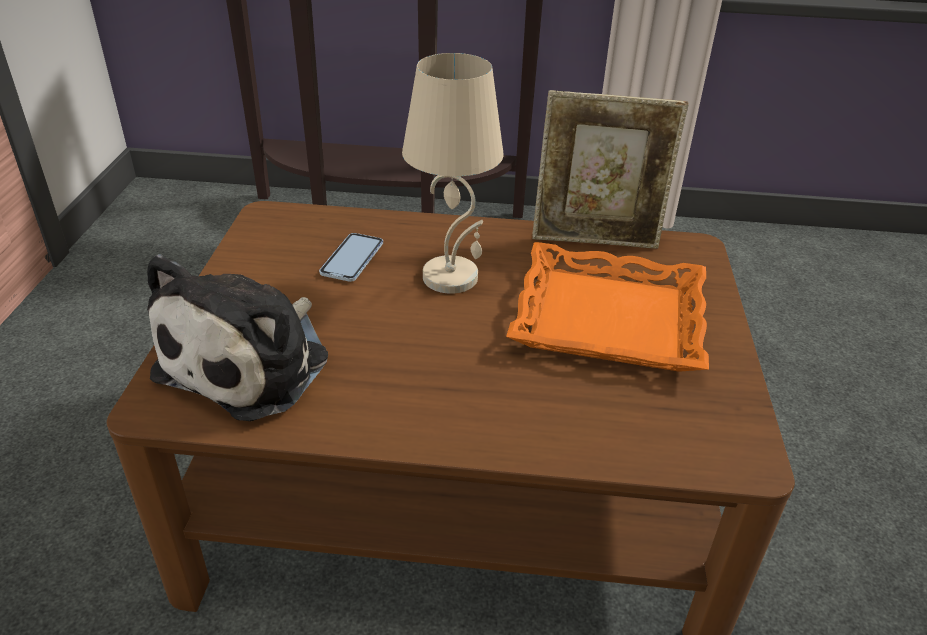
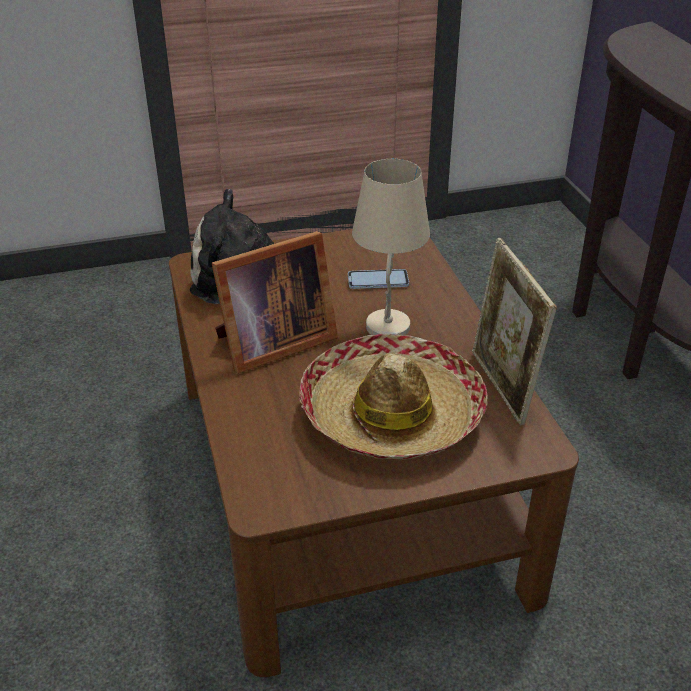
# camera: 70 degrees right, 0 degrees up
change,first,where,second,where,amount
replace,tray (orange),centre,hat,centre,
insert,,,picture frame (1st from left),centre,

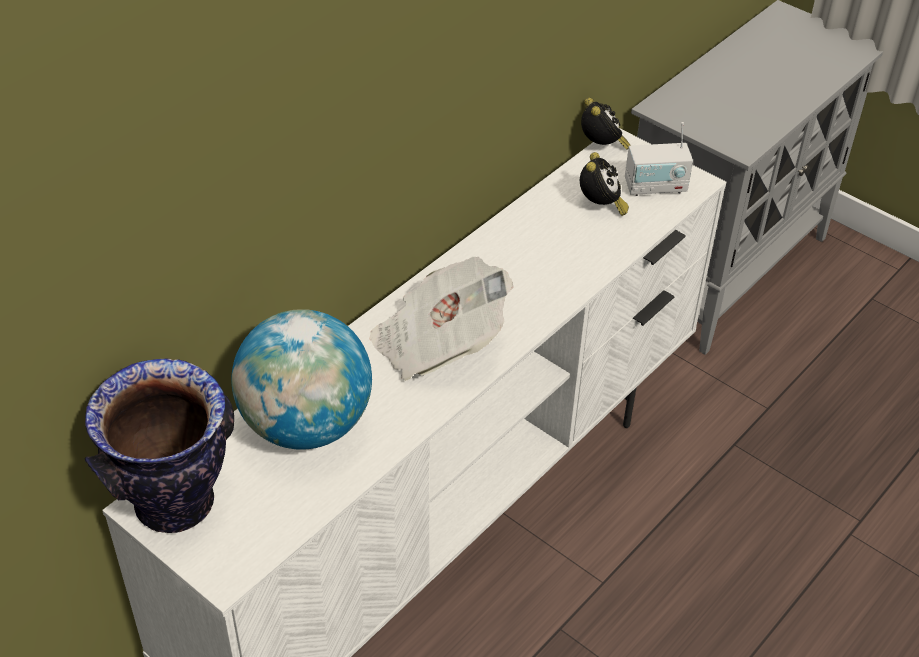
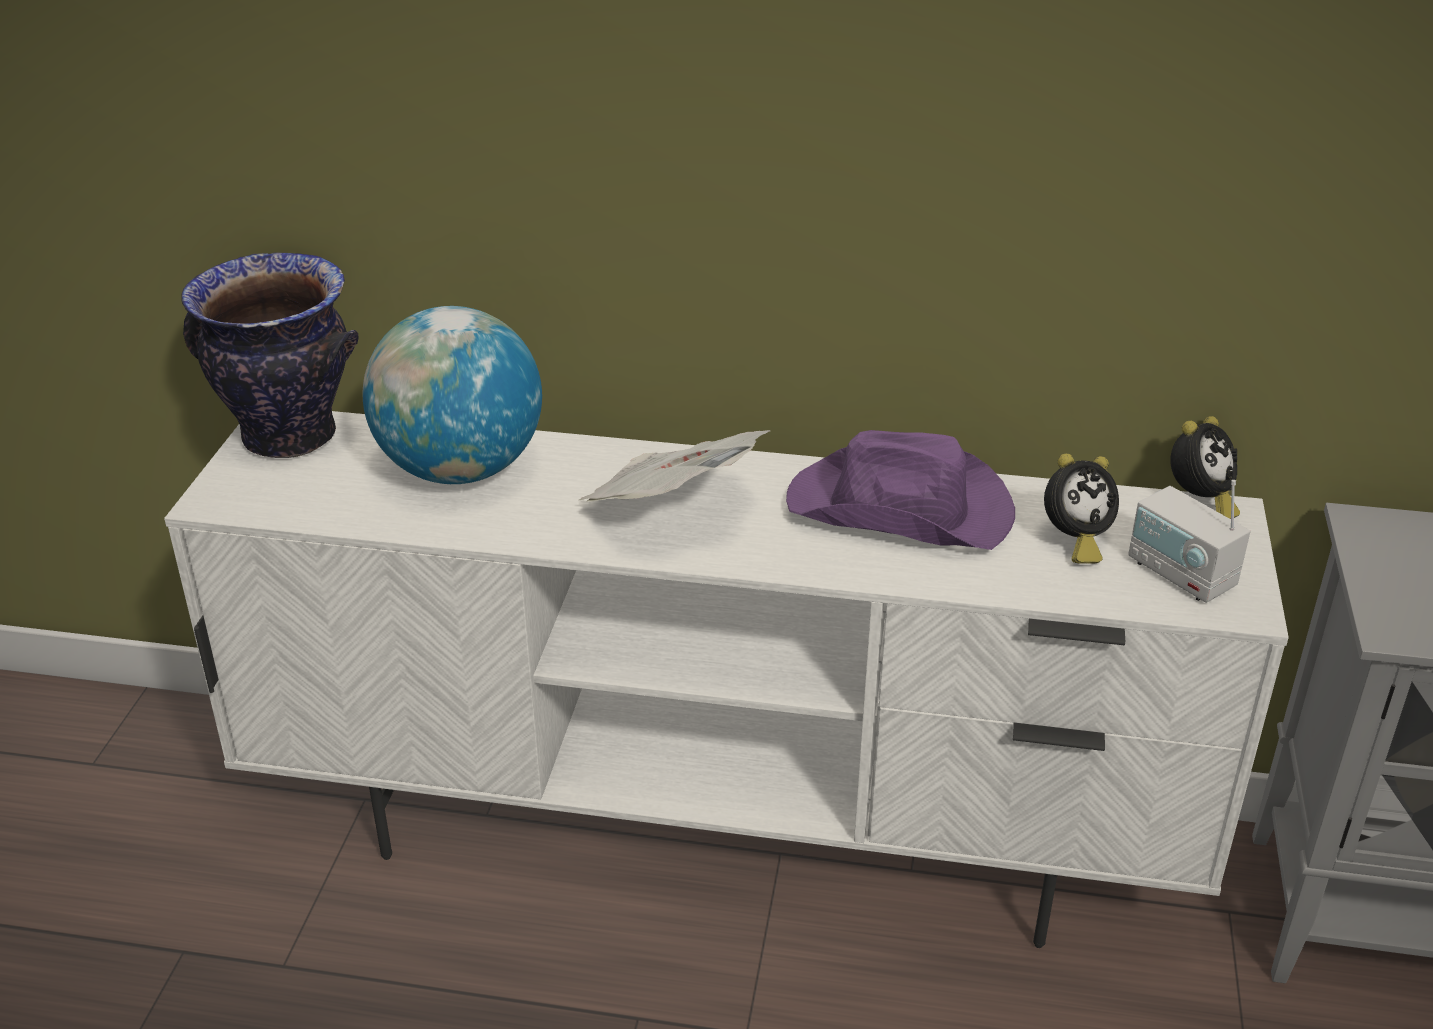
# camera: 60 degrees right, 10 degrees down
change,first,where,second,where,amount
insert,,,hat (purple),centre,

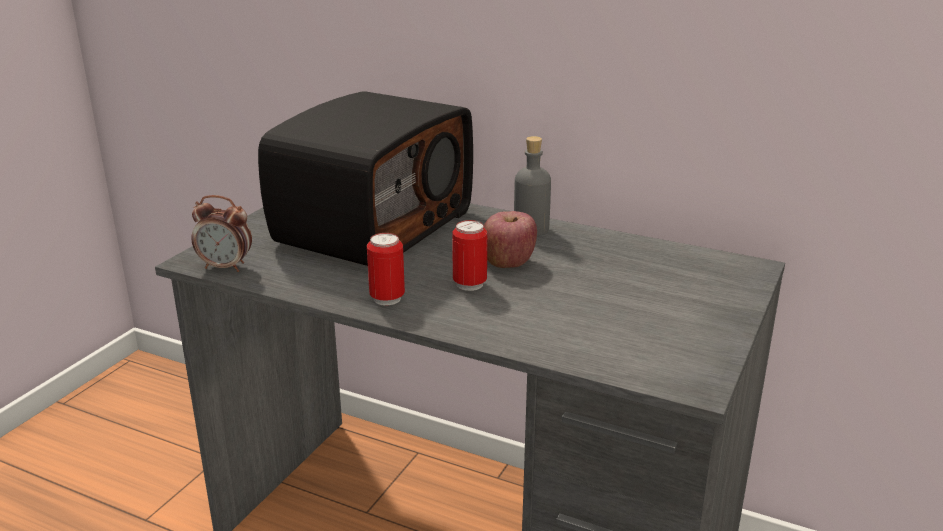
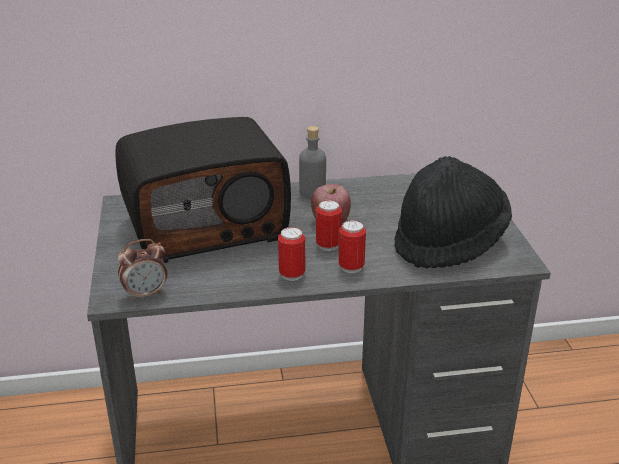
# camera: 35 degrees left, 5 degrees up
change,first,where,second,where,amount
rotate,radio,centre,,middle left,75 degrees clockwise
insert,,,can (3rd from left),centre,
insert,,,hat (black),middle right,

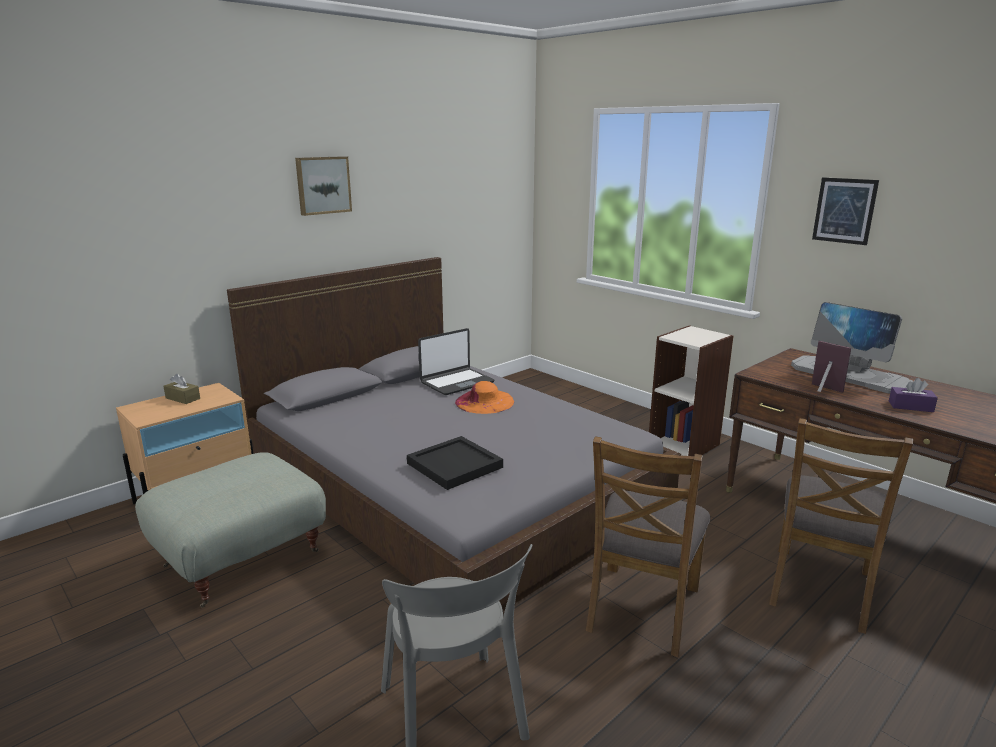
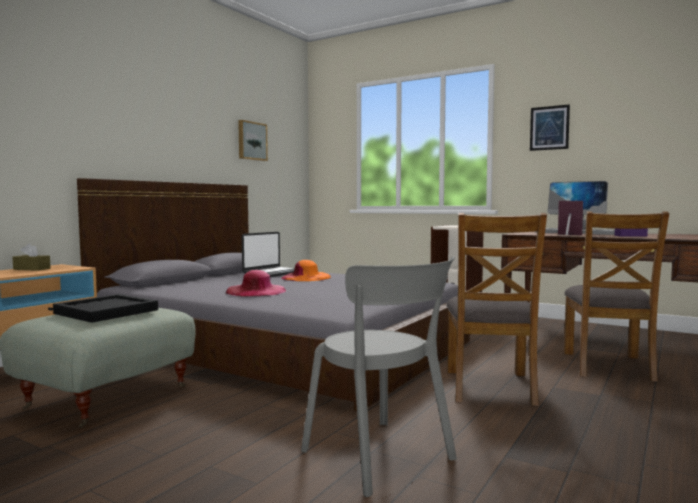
# camera: 15 degrees left, 15 degrees down
change,first,where,second,where,amount
move,picture (1st from left),top left,,top centre,
move,tray (black),centre,,middle left,
insert,,,hat (pink),centre,

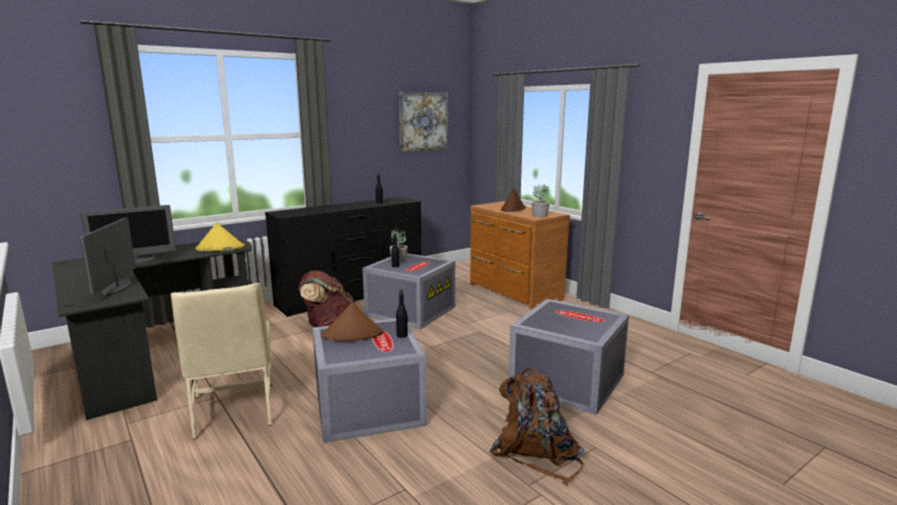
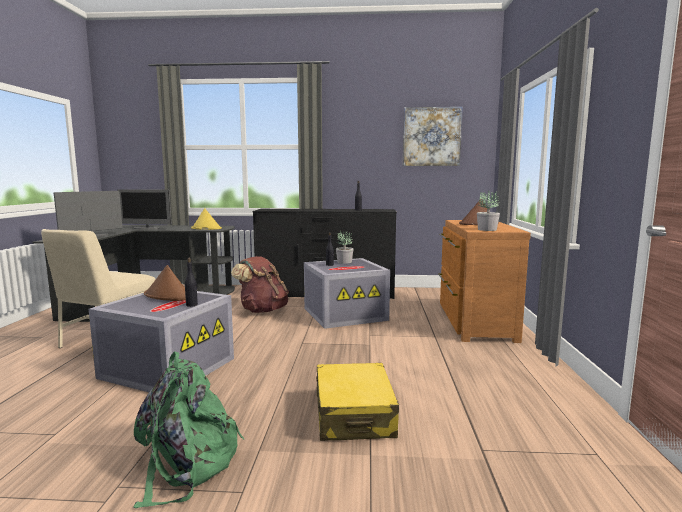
# camera: 40 degrees right, 5 degrees down
change,first,where,second,where,amount
recolor,backpack (brown) (2nd from left),bottom centre,backpack (green),bottom left,
replace,storage box (grey) (3rd from left),bottom centre,suitcase (yellow),bottom centre,

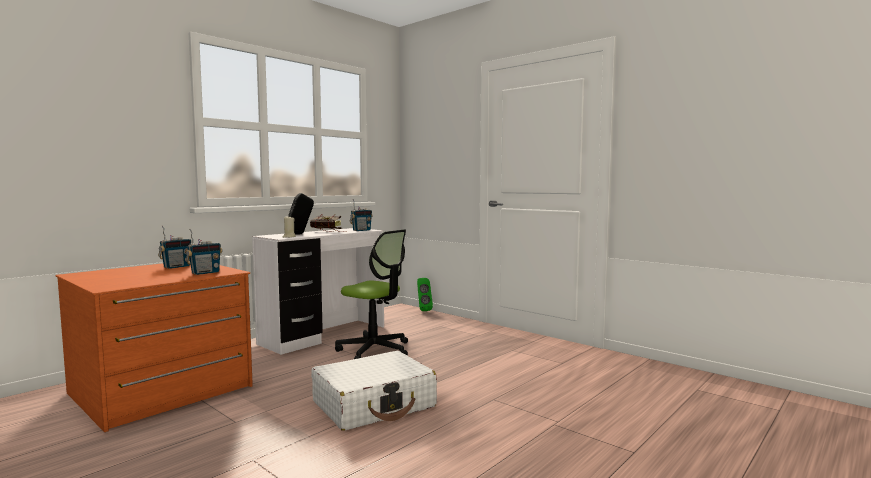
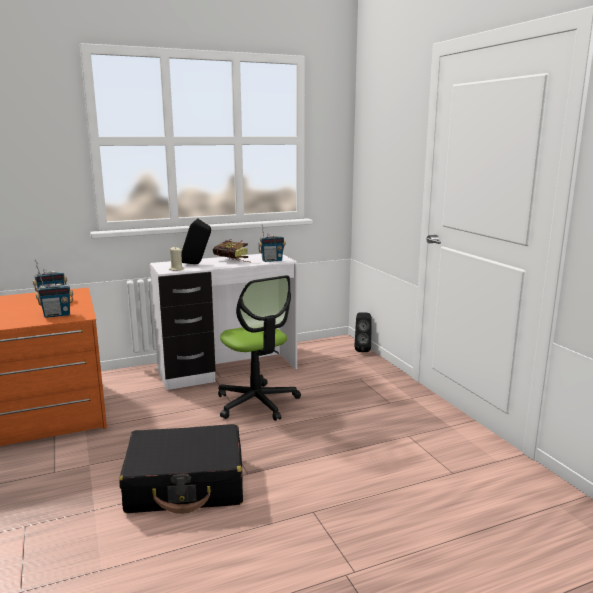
# camera: 25 degrees right, 10 degrees up
change,first,where,second,where,amount
recolor,suitcase (white),bottom centre,suitcase (black),bottom left,
recolor,speaker (green),centre,speaker (black) (2nd from left),centre,

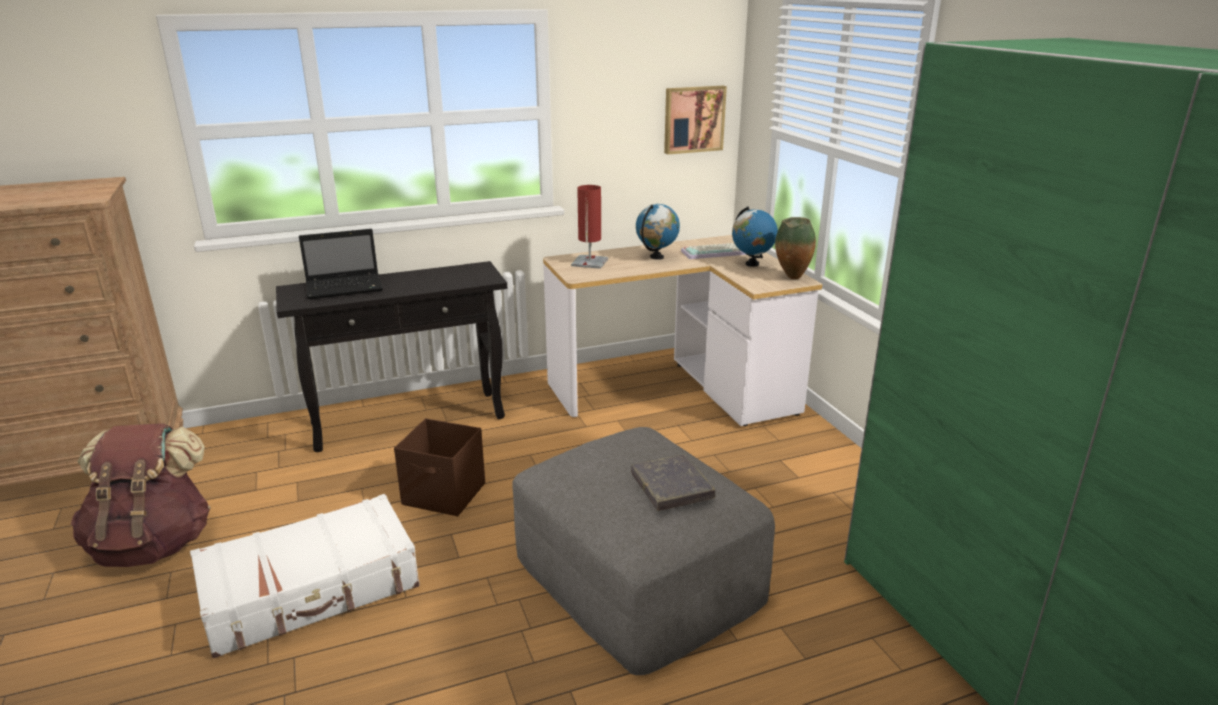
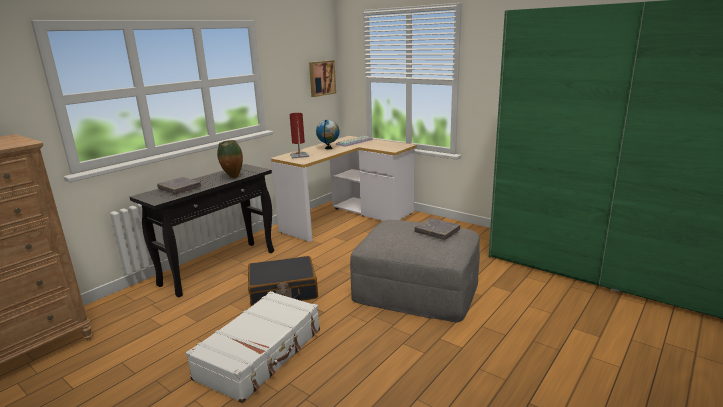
# camera: 30 degrees left, 5 degrees down
change,first,where,second,where,amount
delete,backpack (brown),bottom left,,,
replace,laptop,middle left,book (grey) (1st from left),middle left,
replace,storage box (brown),centre,suitcase (black),bottom centre,
delete,globe (2nd from left),centre,,,
move,vase,centre,,middle left,

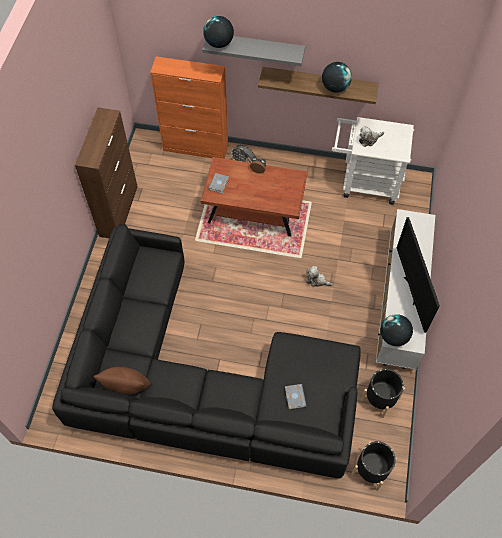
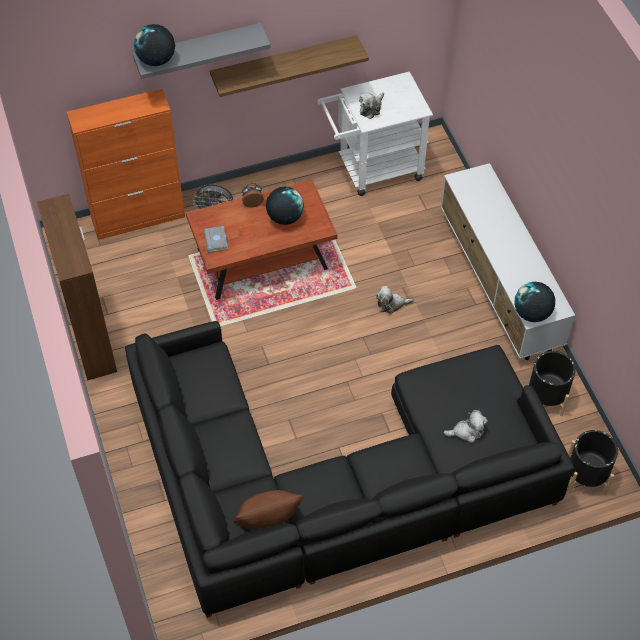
# camera: 30 degrees left, 5 degrees down
change,first,where,second,where,amount
replace,book (grey) (2nd from left),bottom centre,plush toy (3rd from left),middle right,
move,globe (2nd from left),top right,,top centre,
delete,television,middle right,,,

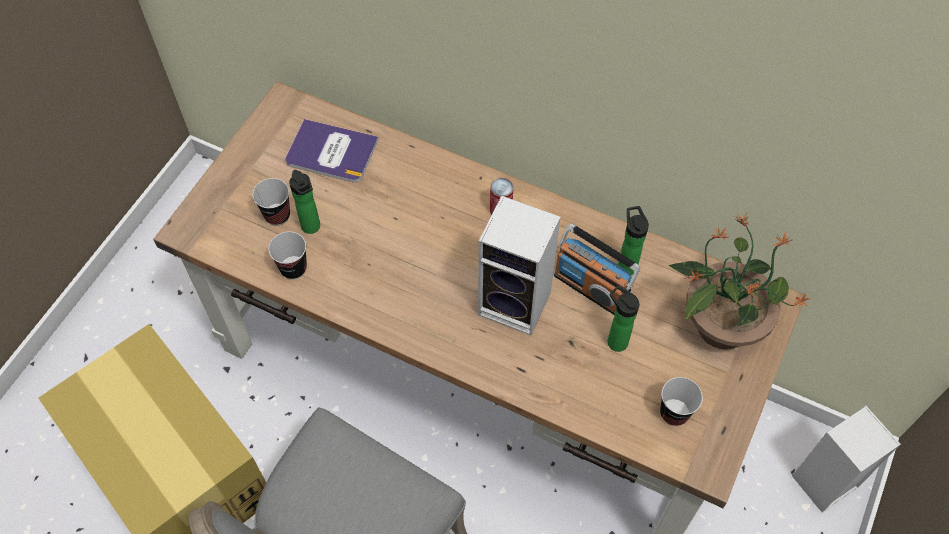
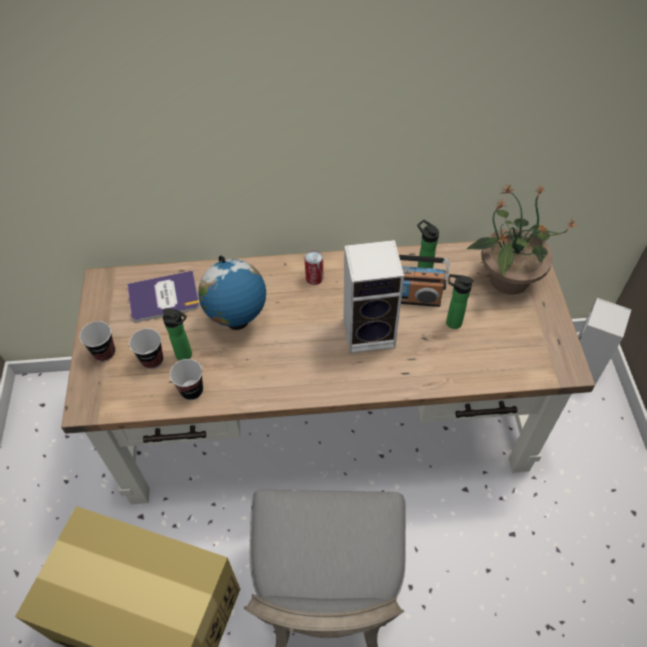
# camera: 30 degrees left, 5 degrees down
change,first,where,second,where,amount
move,cup (3rd from left in the first image),bottom right,cup (1st from left),middle left,
insert,,,globe,centre,

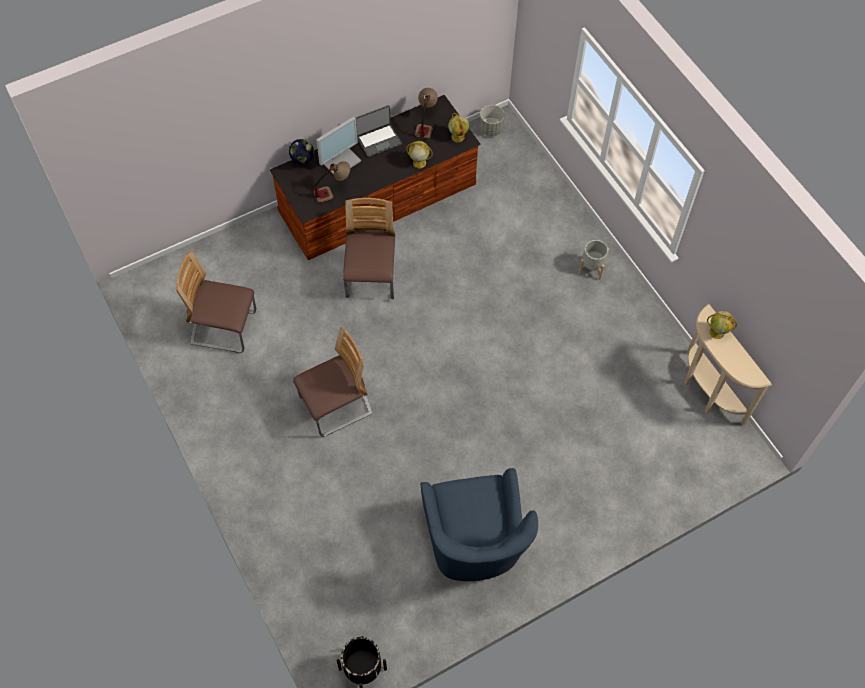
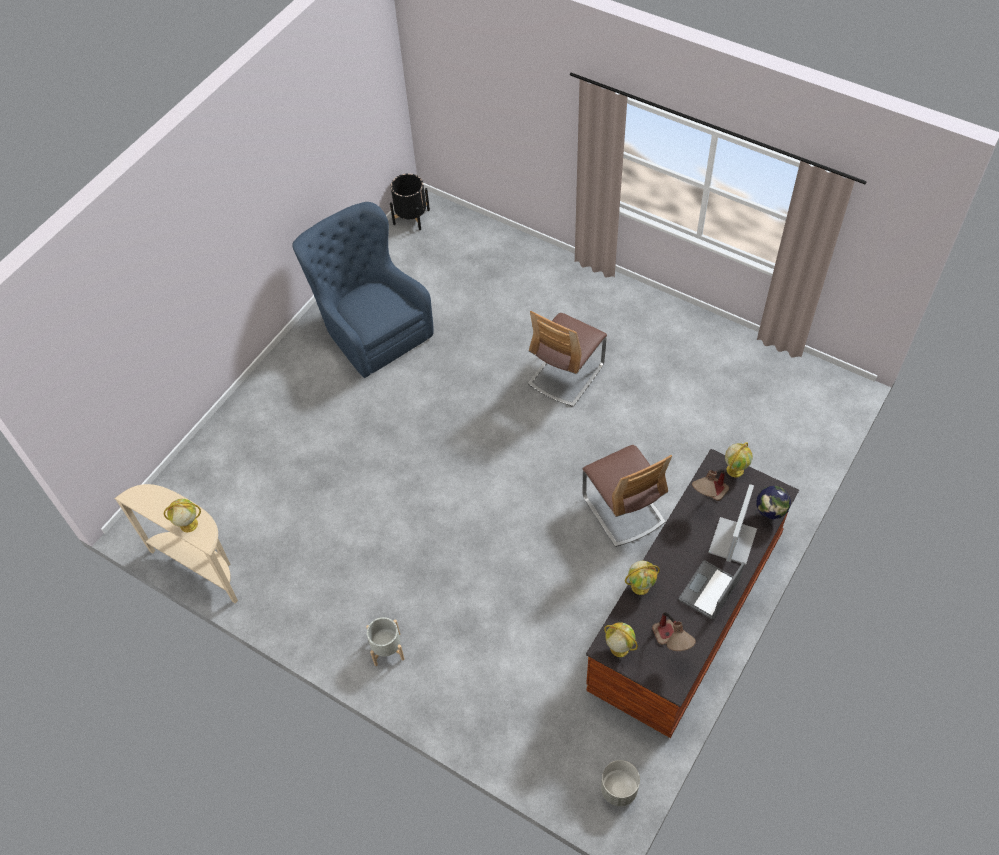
# camera: 155 degrees right, 5 degrees down
change,first,where,second,where,amount
delete,chair (1st from left),middle left,,,
insert,,,globe (4th from left),middle right,

